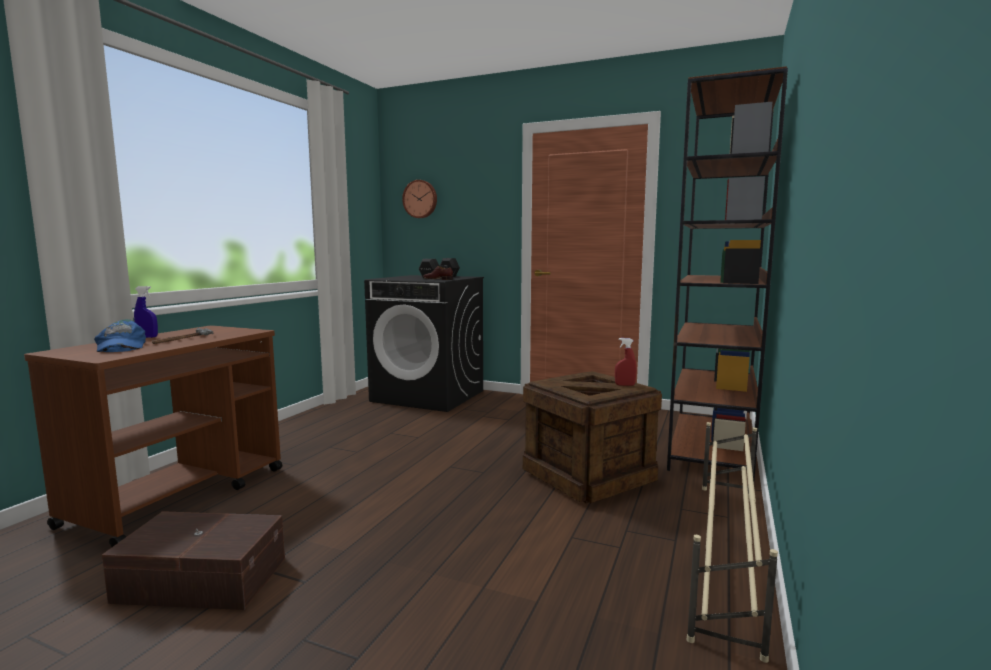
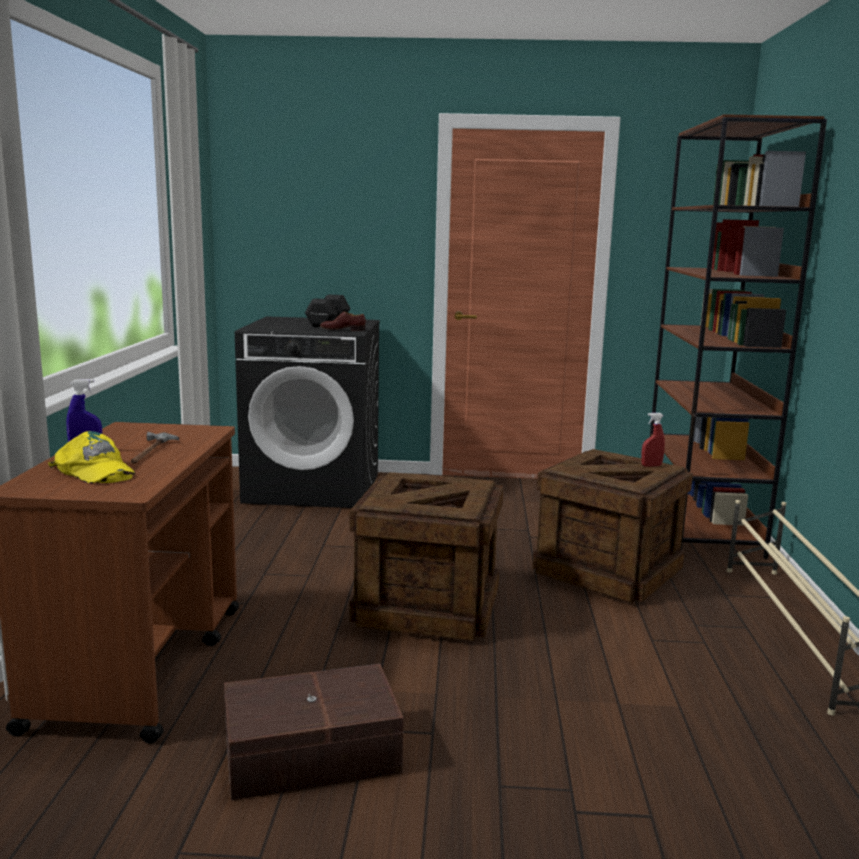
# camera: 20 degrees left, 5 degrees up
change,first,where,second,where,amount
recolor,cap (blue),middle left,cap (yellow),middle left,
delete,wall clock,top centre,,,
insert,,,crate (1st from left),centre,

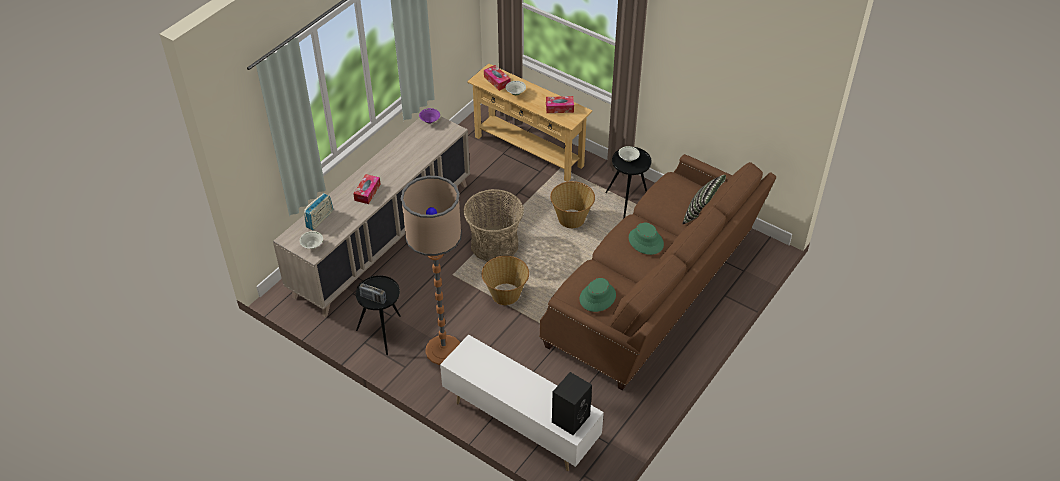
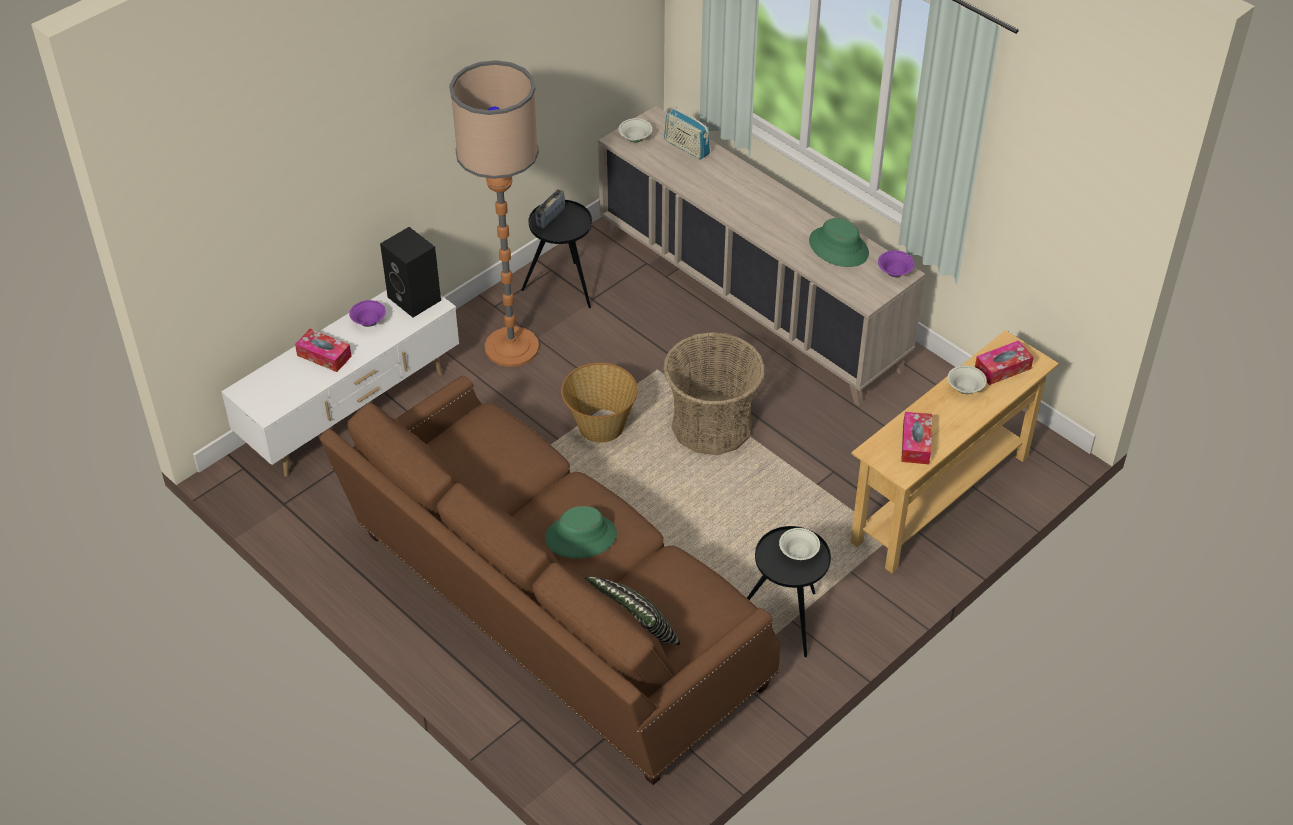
# camera: 100 degrees right, 0 degrees up
change,first,where,second,where,amount
move,tissue box (1st from left),centre,,middle left,
delete,basket (3rd from left),centre,,,
move,speaker (black),bottom centre,,top left,
move,hat (green) (1st from left in the first image),centre,hat (green) (2nd from left),top centre,
insert,,,bowl (purple) (1st from left),middle left,

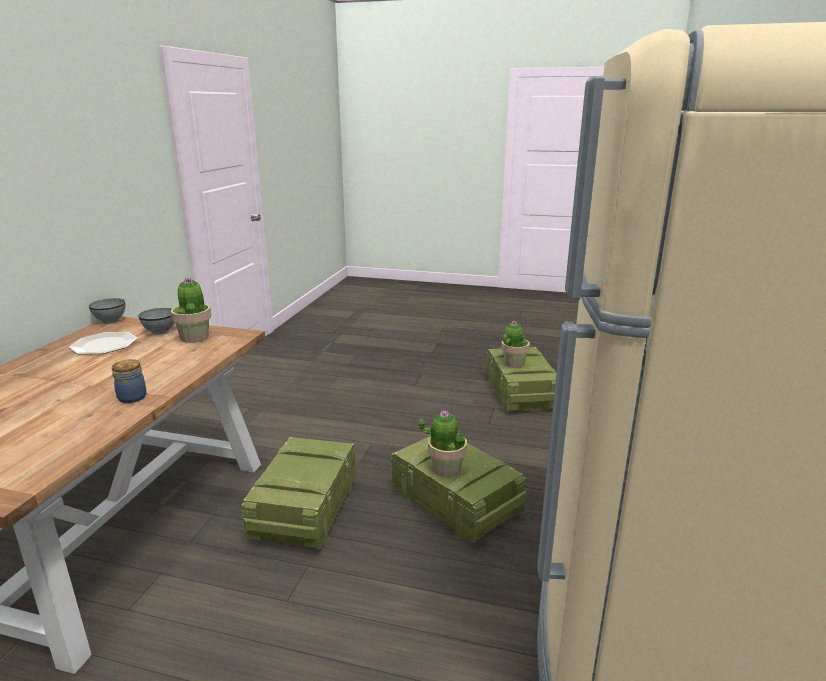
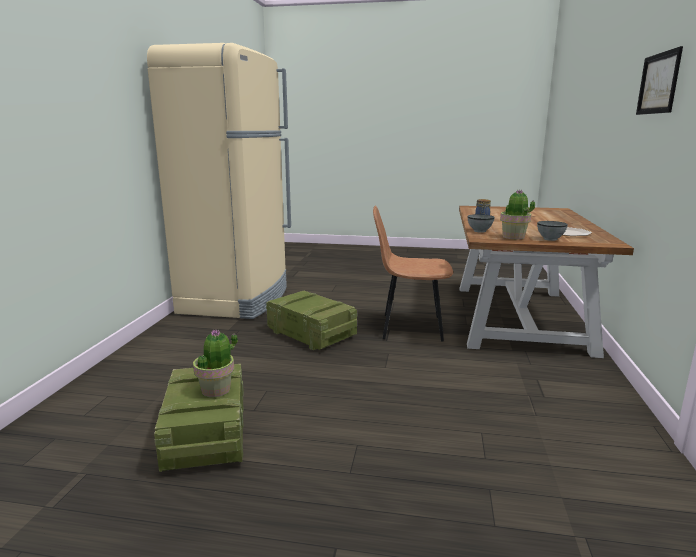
# camera: 175 degrees right, 5 degrees down
change,first,where,second,where,amount
move,bowl (grey) (1st from left),middle left,,middle right,
replace,crate (1st from left),bottom centre,chair (brown),centre,
delete,potted plant (2nd from left),centre,,,
insert,,,picture,top right,

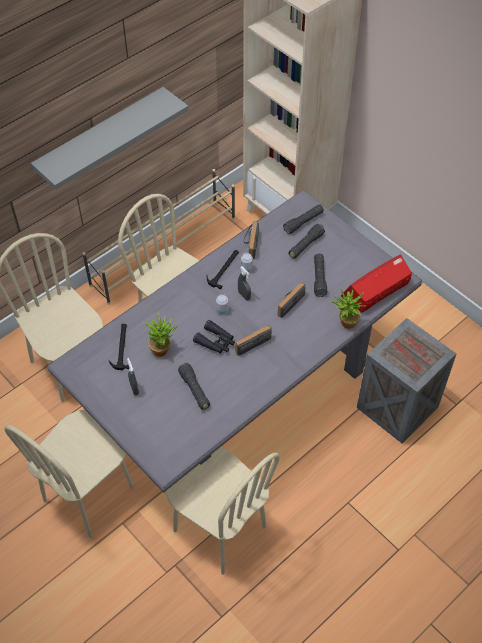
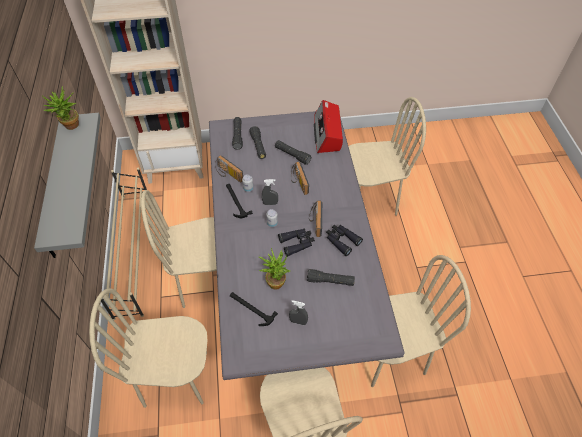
# camera: 55 degrees left, 0 degrees up
change,first,where,second,where,amount
move,potted plant (2nd from left in the first image),middle right,potted plant (1st from left),top left,
replace,crate,middle right,chair (beige) (4th from left),centre,
insert,,,binoculars (black) (2nd from left),centre,

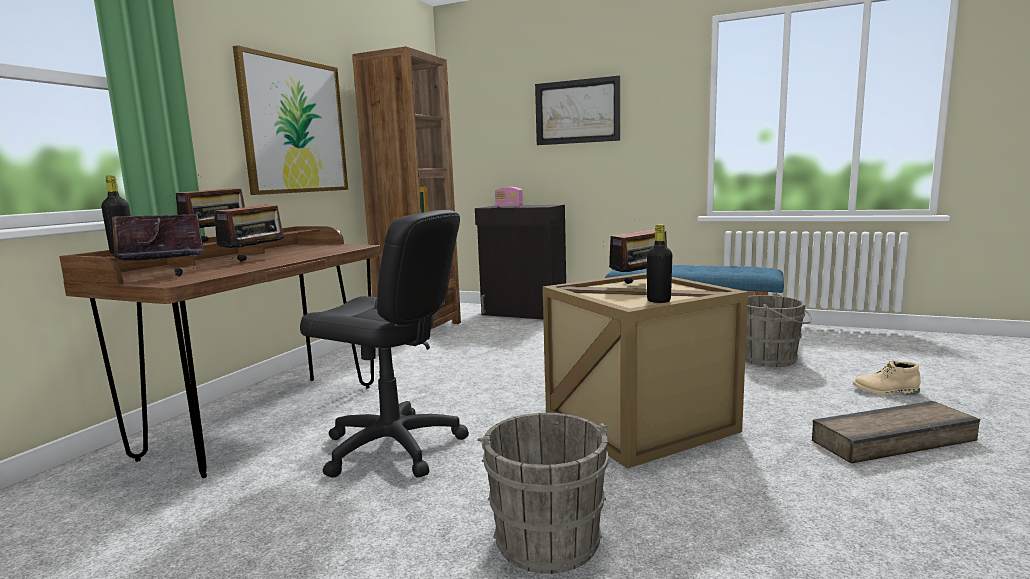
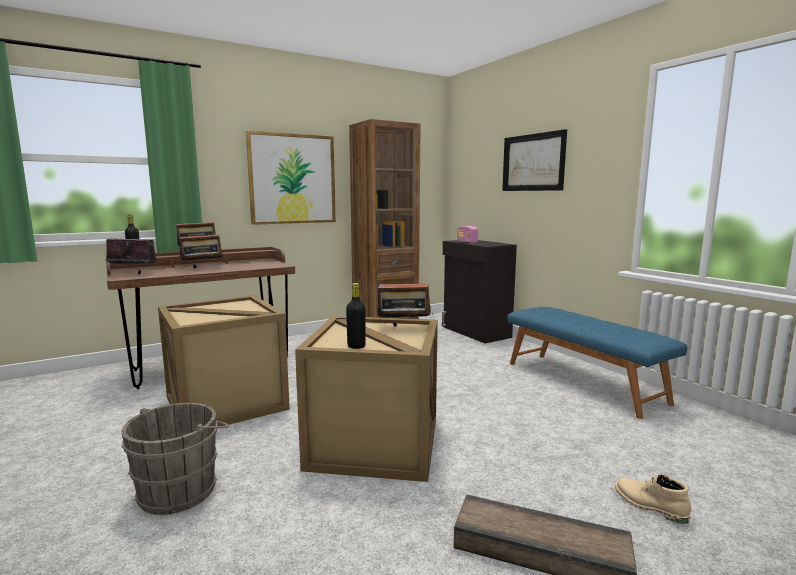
# camera: 35 degrees right, 0 degrees up
change,first,where,second,where,amount
replace,office chair (black),centre,crate (1st from left),middle left,
delete,bucket (grey) (2nd from left),middle right,,,

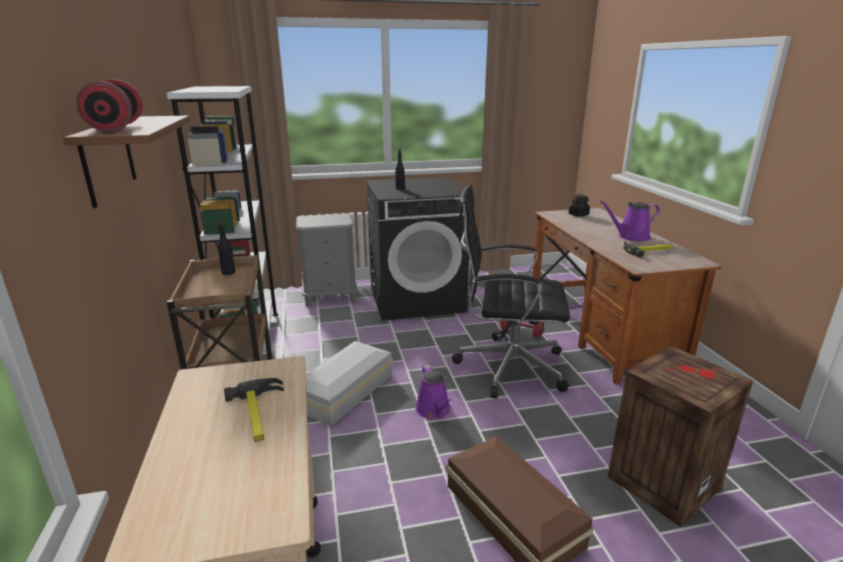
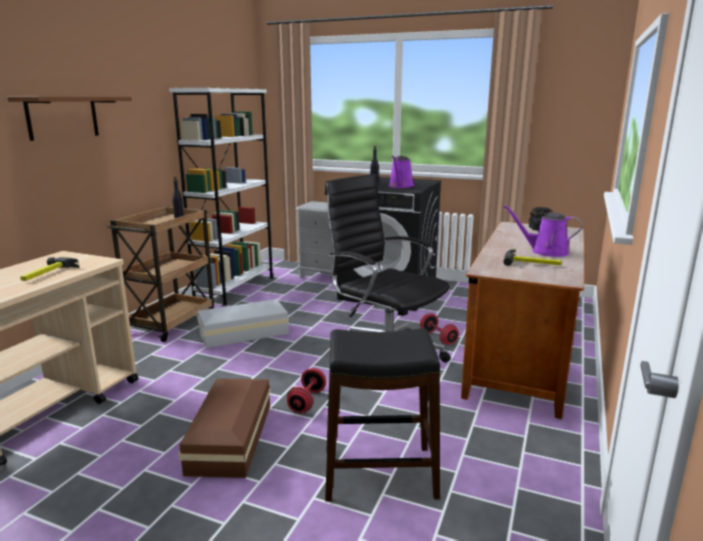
# camera: 35 degrees right, 5 degrees down
change,first,where,second,where,amount
move,dumbbell (red) (1st from left),top left,,bottom centre,
move,watering can (purple) (1st from left),bottom centre,,top centre,
replace,crate,bottom right,stool (black),bottom centre,

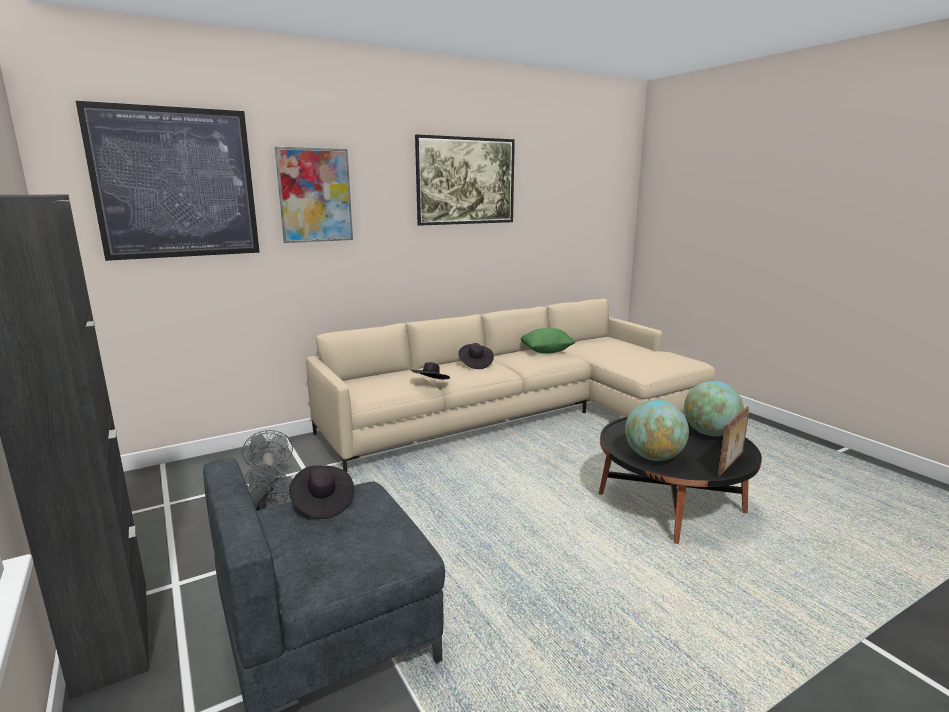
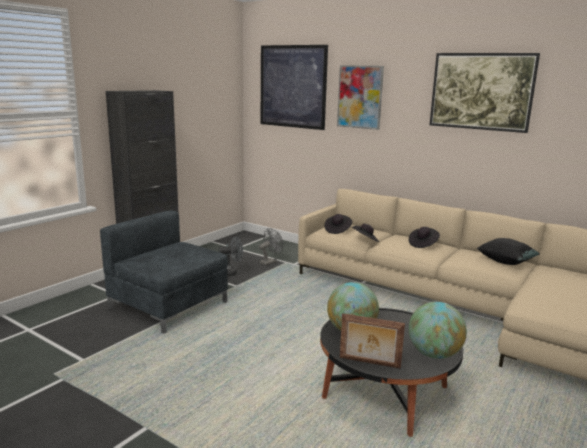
# camera: 65 degrees right, 0 degrees up
change,first,where,second,where,amount
move,hat (black) (1st from left),bottom centre,,centre,
recolor,pillow (green),centre,pillow (black),middle right,

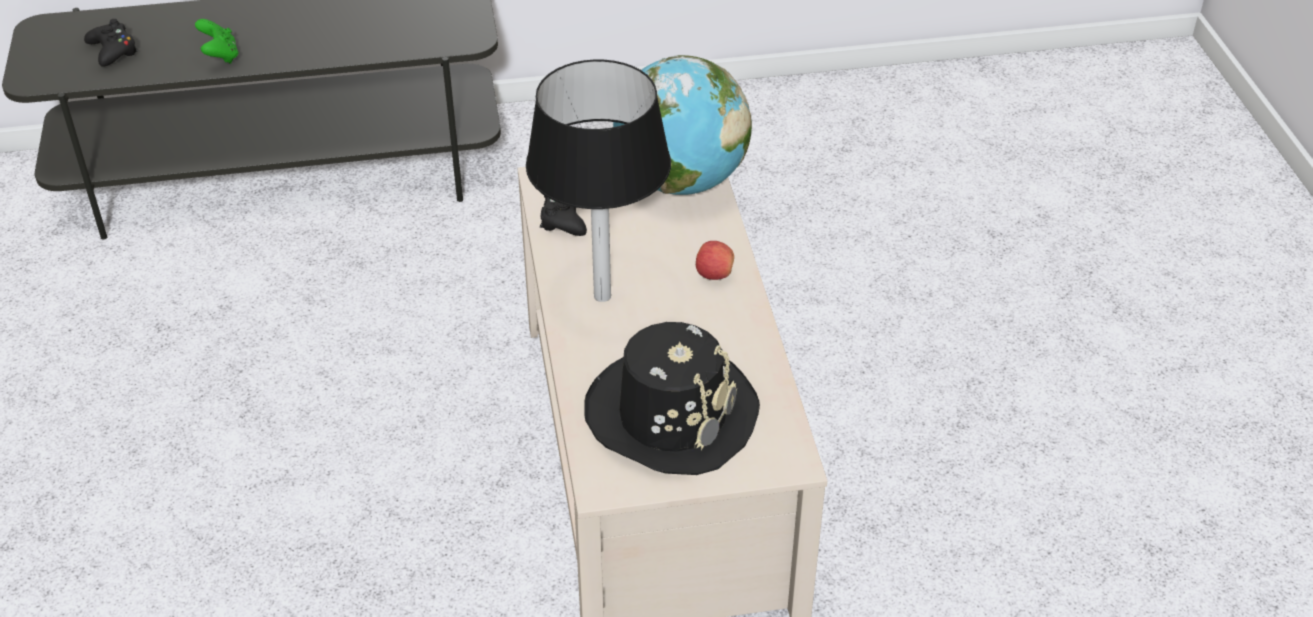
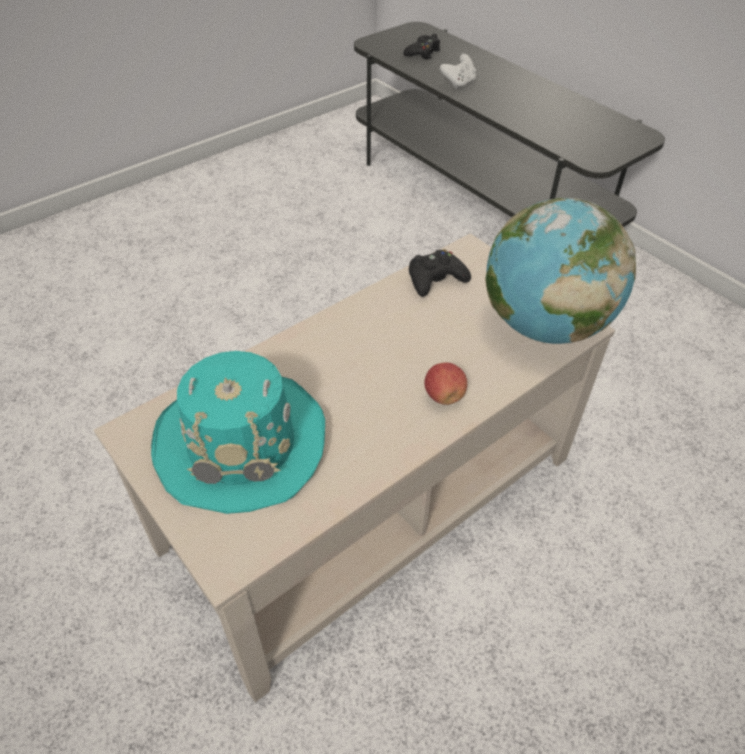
# camera: 60 degrees right, 5 degrees up
change,first,where,second,where,amount
recolor,game controller (green),top left,game controller (white),top centre,
delete,table lamp (black),top centre,,,
recolor,hat (black),centre,hat (turquoise),middle left,

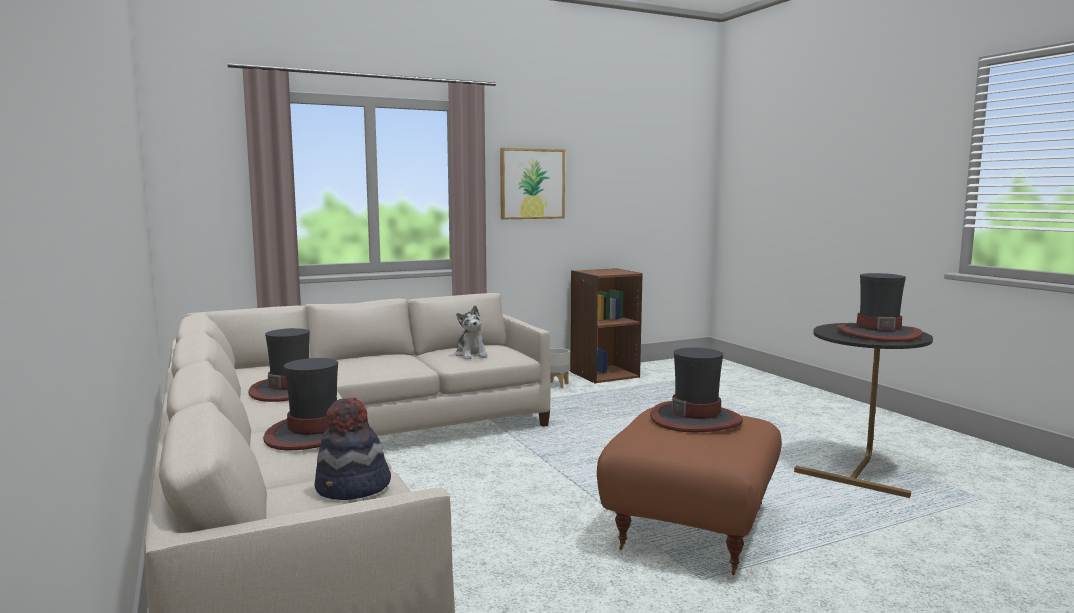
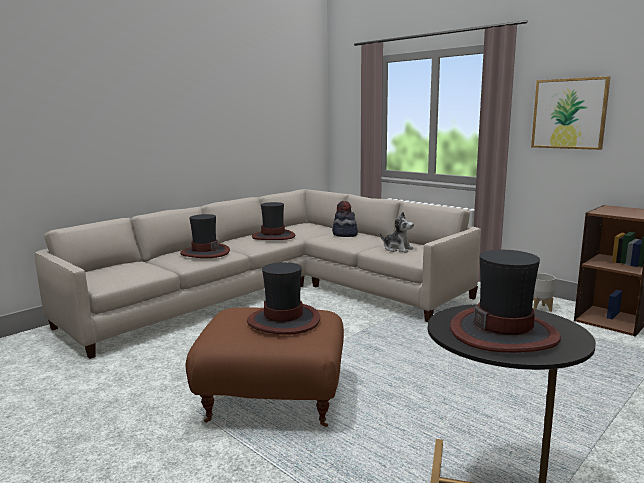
# camera: 70 degrees right, 5 degrees up
change,first,where,second,where,amount
move,hat (3rd from left in the first image),bottom left,hat (4th from left),centre,
rotate,plush toy,centre,,centre,105 degrees counterclockwise

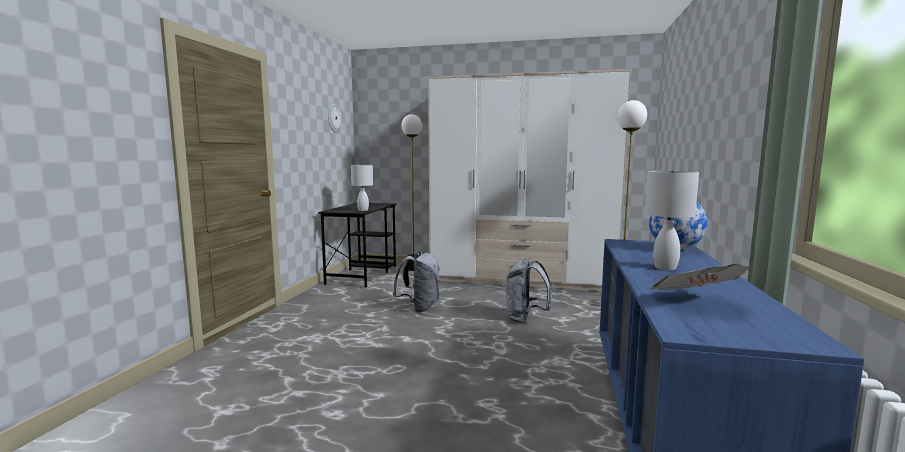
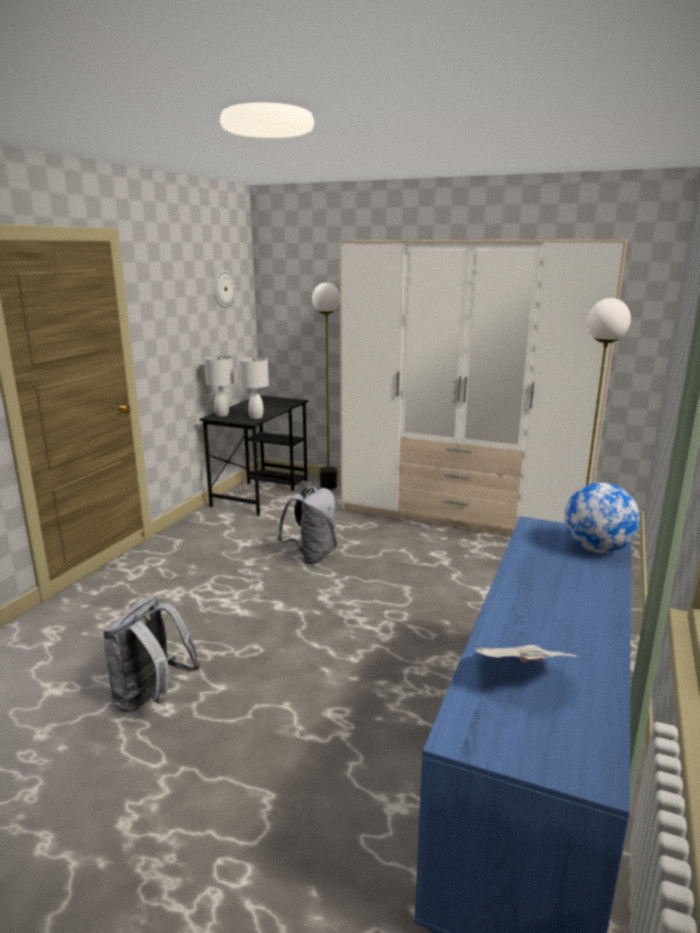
# camera: 10 degrees right, 10 degrees up
change,first,where,second,where,amount
move,backpack (grey) (2nd from left in the first image),centre,backpack (grey) (1st from left),bottom left,
move,table lamp (white) (2nd from left in the first image),middle right,table lamp (white) (1st from left),middle left,

